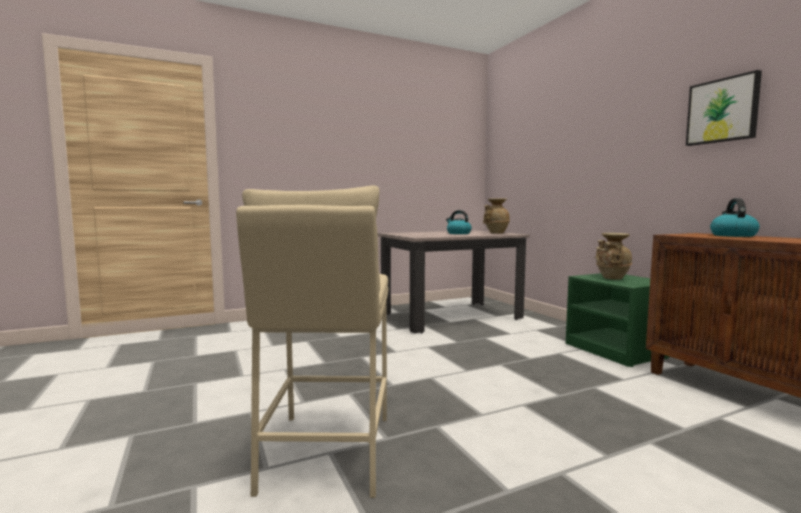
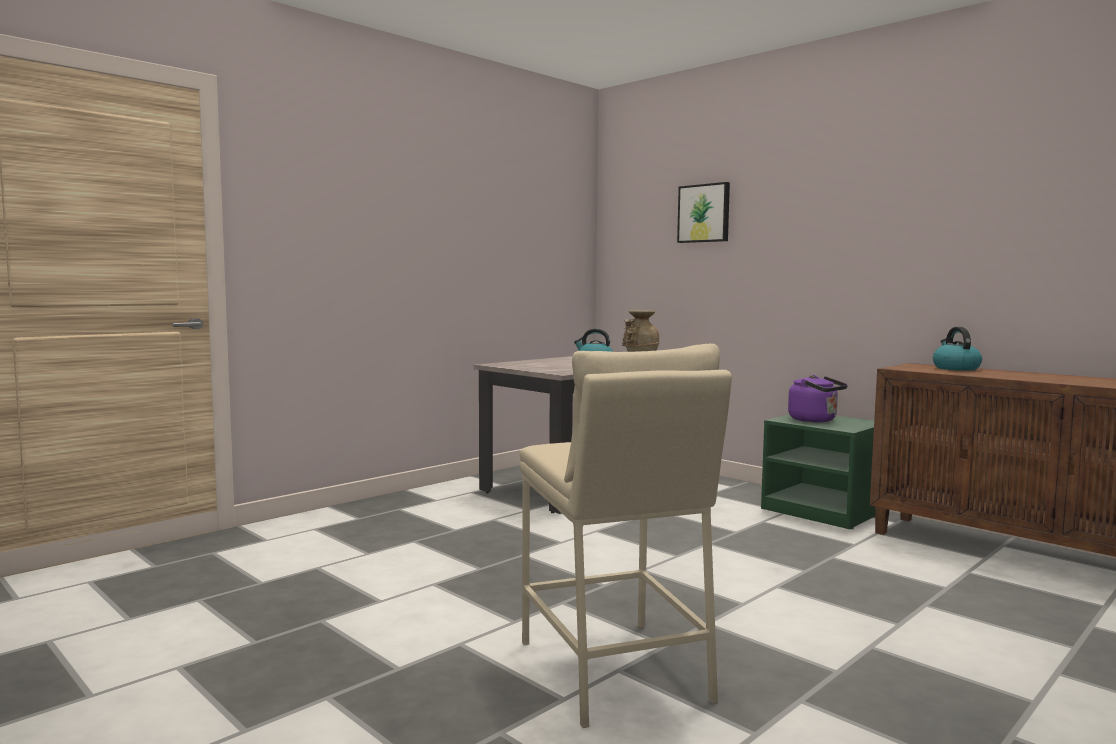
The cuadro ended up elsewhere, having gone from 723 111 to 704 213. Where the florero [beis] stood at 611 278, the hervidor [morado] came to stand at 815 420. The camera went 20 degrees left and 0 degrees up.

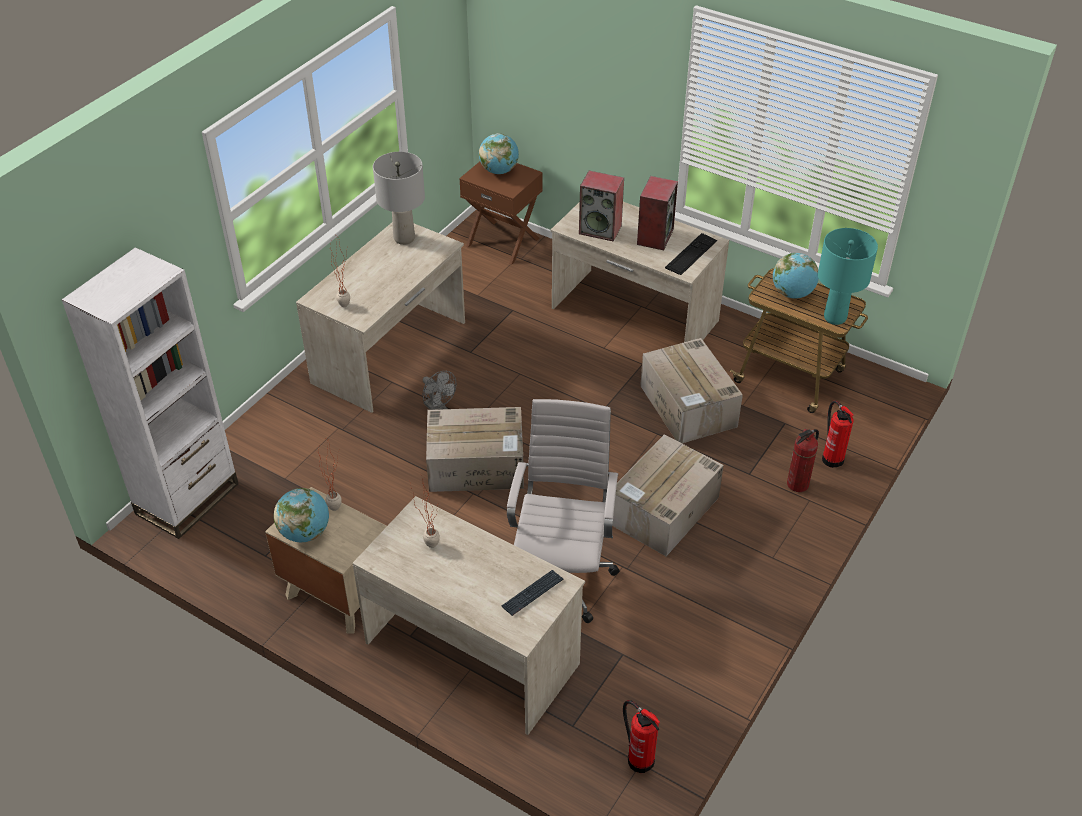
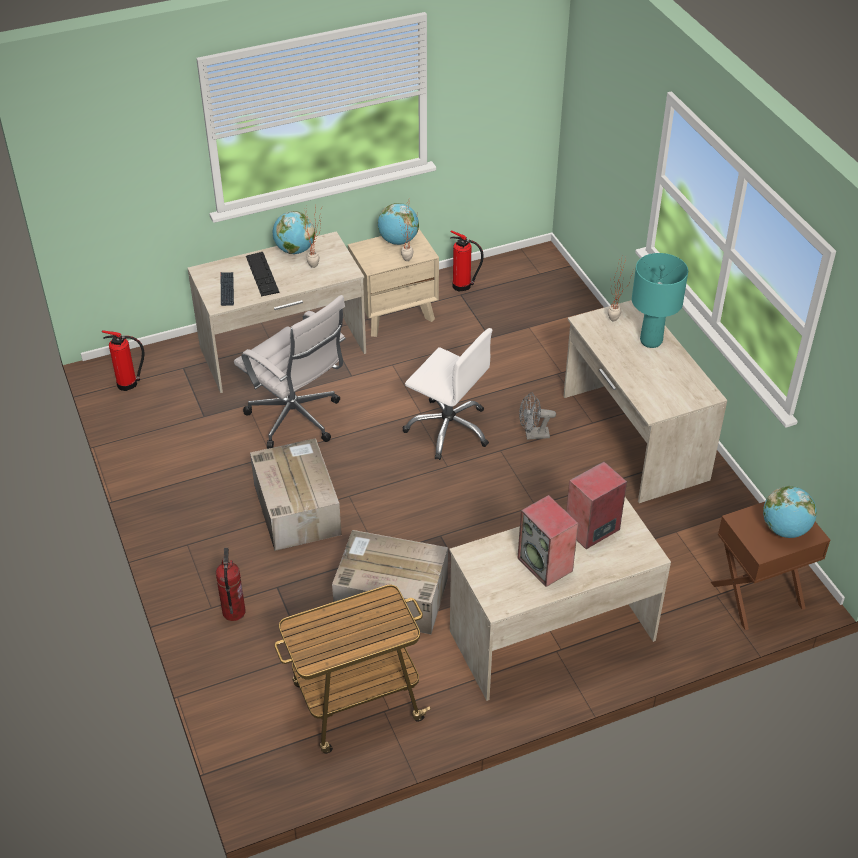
The teclado ended up elsewhere, having gone from 691 254 to 262 274. The globo terráqueo ended up elsewhere, having gone from 792 293 to 295 250. Where the caja de cartón stood at 477 464, the silla de oficina [blanco] came to stand at 448 429. The extintor ended up elsewhere, having gone from 832 458 to 463 286. The lámpara de mesa [turquesa] ended up elsewhere, having gone from 835 318 to 650 341. The second view lost the estantería [blanco] at 187 499. The second view lost the lámpara de mesa [gris] at 404 238. The camera went 125 degrees right and 0 degrees up.

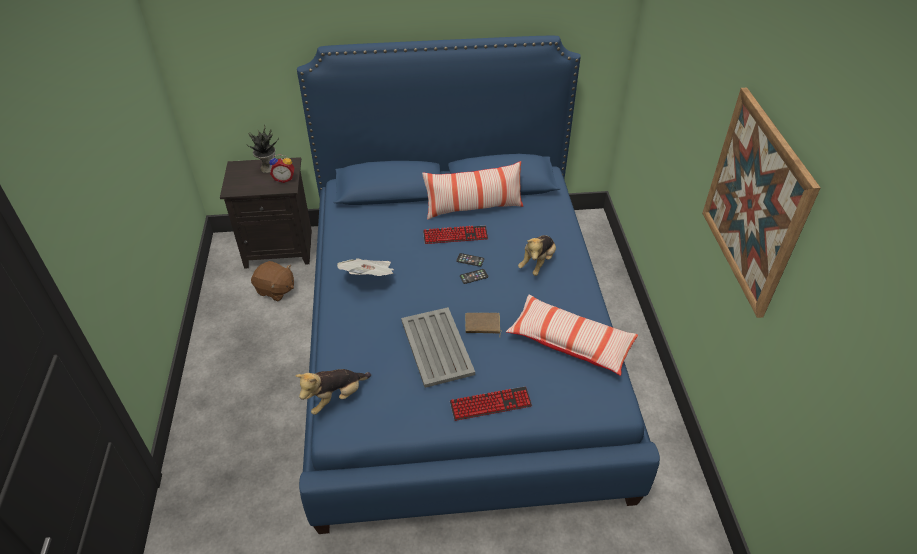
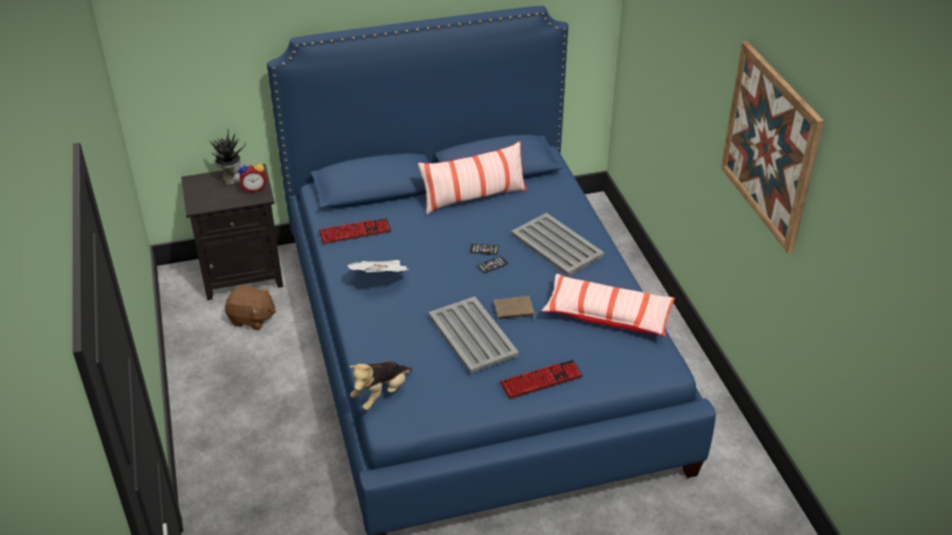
The teclado ended up elsewhere, having gone from 455 236 to 355 232. Where the peluche stood at 537 263, the bandeja [gris] came to stand at 556 244. The camera went 10 degrees left and 5 degrees down.

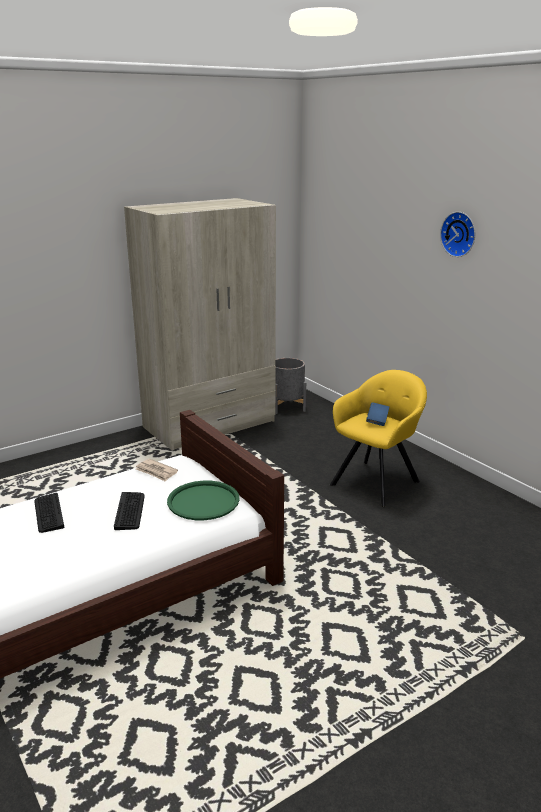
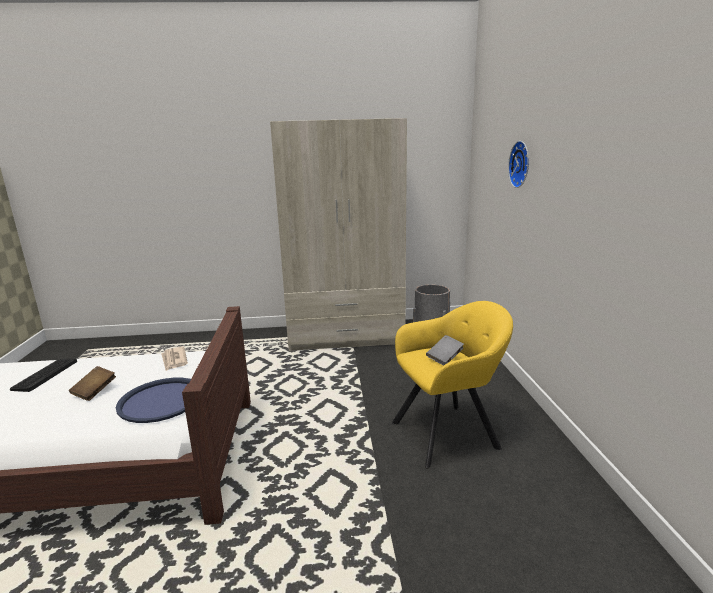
Where the teclado stood at 130 511, the libro [marrón] came to stand at 95 391. What was the bandeja [verde] at 203 501 turned into the bandeja [azul] at 161 400. What was the libro [azul] at 377 420 turned into the libro [gris] at 444 358. The reloj de pared ended up elsewhere, having gone from 460 234 to 521 164. The camera went 30 degrees right and 5 degrees down.

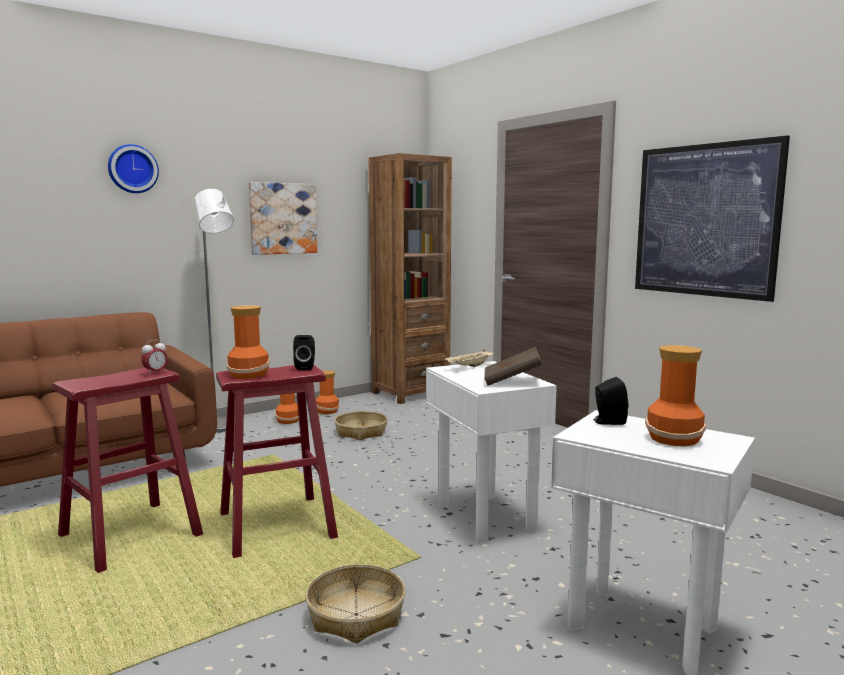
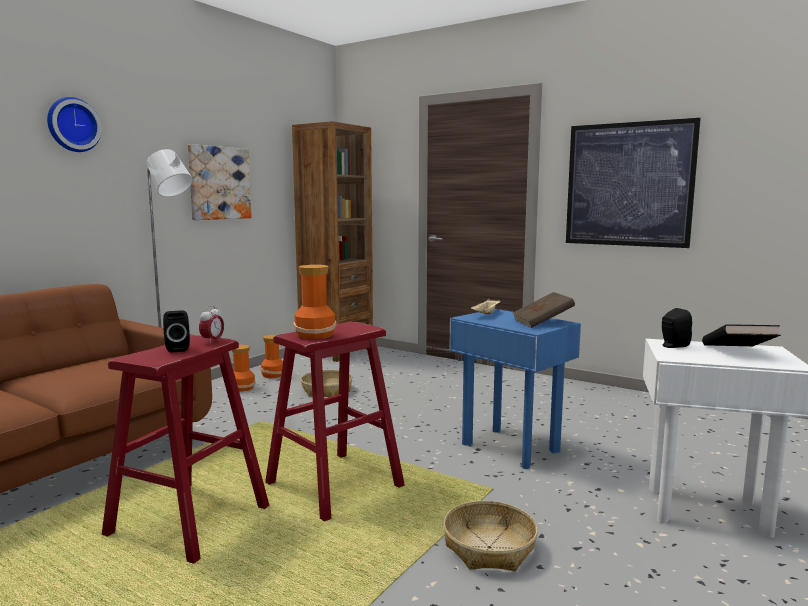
The altavoz [negro] ended up elsewhere, having gone from 306 368 to 178 349. What was the mesa auxiliar [blanco] at 485 517 turned into the mesa auxiliar [azul] at 509 447. Where the florero stood at 674 438, the libro [negro] came to stand at 737 352. The camera went 20 degrees left and 0 degrees up.

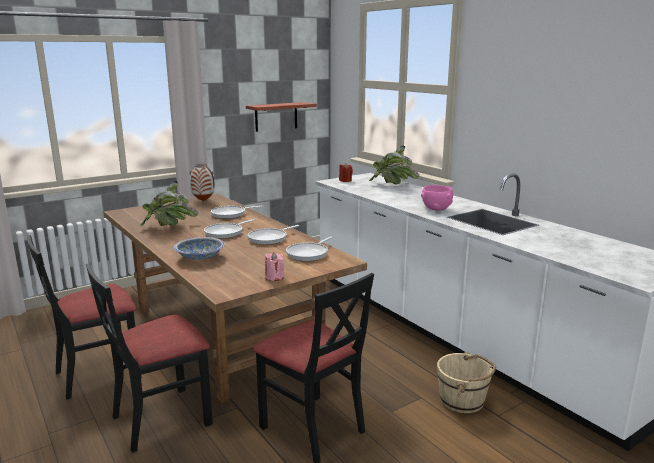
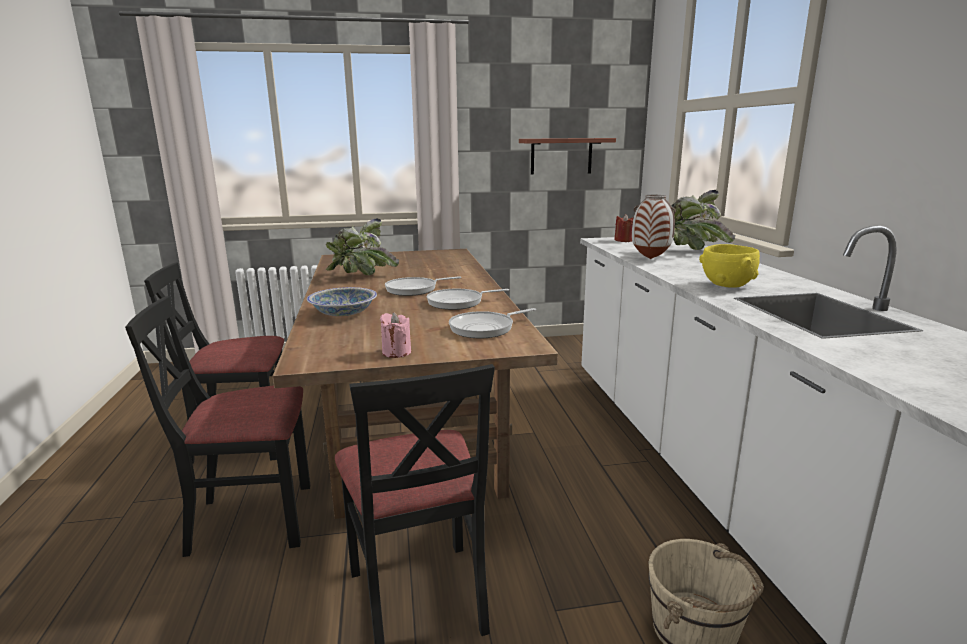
The florero ended up elsewhere, having gone from 203 200 to 651 259. What was the cuenco [rosa] at 436 209 turned into the cuenco [amarillo] at 727 285. The second view lost the sartén at 231 214. The camera went 25 degrees right and 0 degrees up.

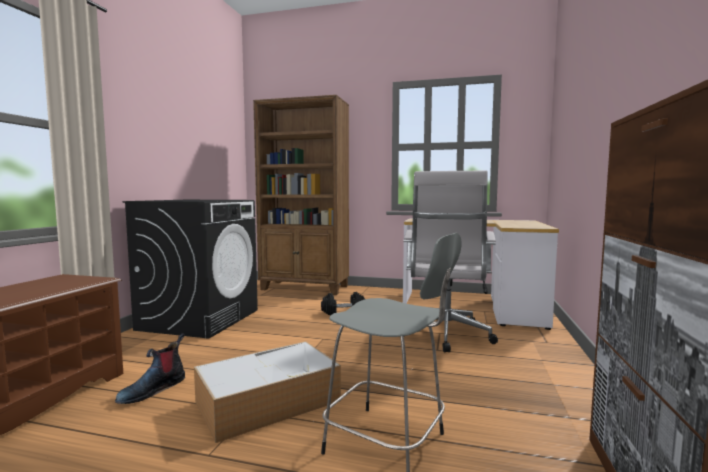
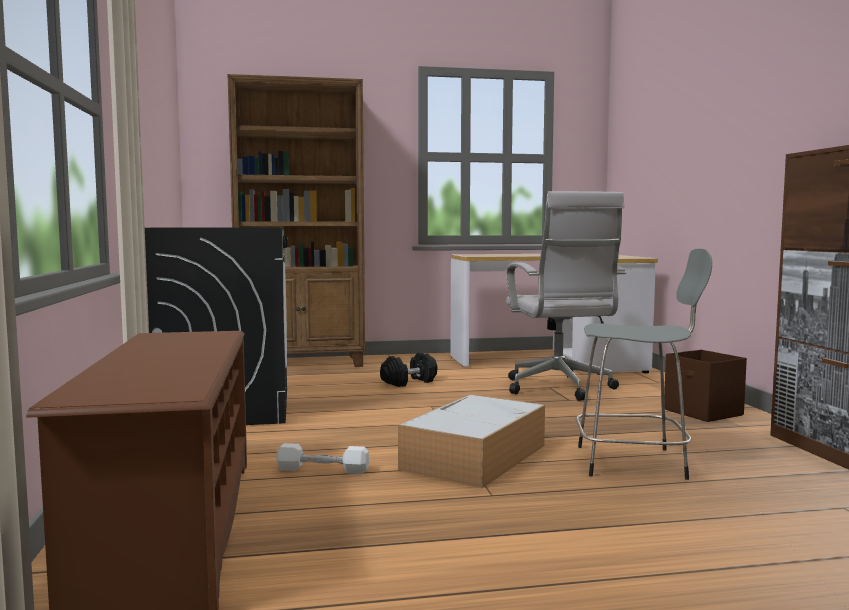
Where the bota stood at 153 390, the mancuerna [blanco] came to stand at 322 470. The second view gained the caja de almacenaje [marrón] at 703 412. The camera went 25 degrees left and 0 degrees up.

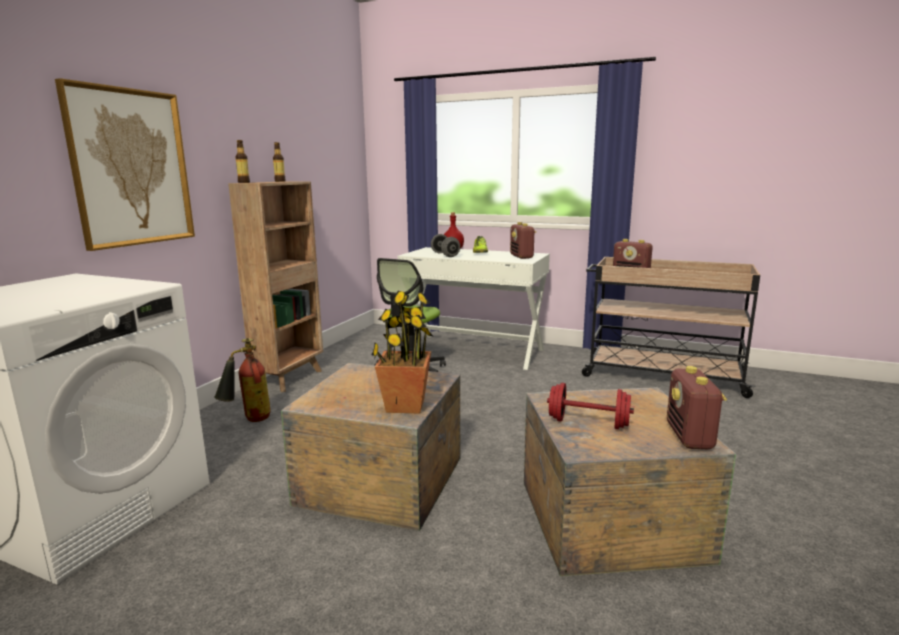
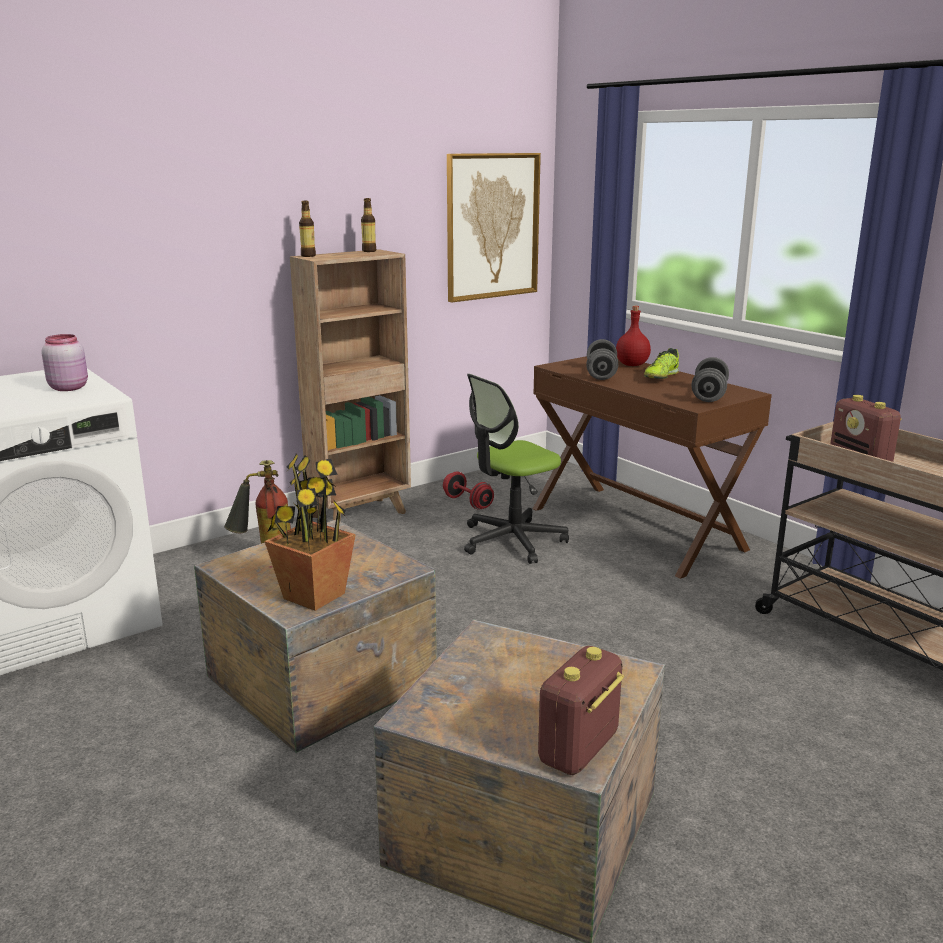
The second view gained the tarro [rosa] at 68 387. The mancuerna [rojo] ended up elsewhere, having gone from 588 423 to 468 503. The cuadro ended up elsewhere, having gone from 131 168 to 492 226. What was the escritorio [blanco] at 474 351 turned into the escritorio [marrón] at 636 528. Where the radio stood at 521 257, the mancuerna [gris] came to stand at 709 395. The camera went 30 degrees right and 5 degrees up.

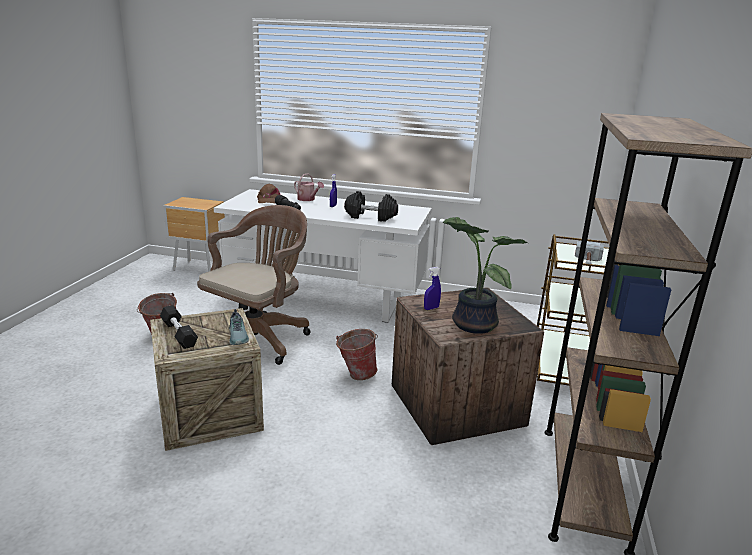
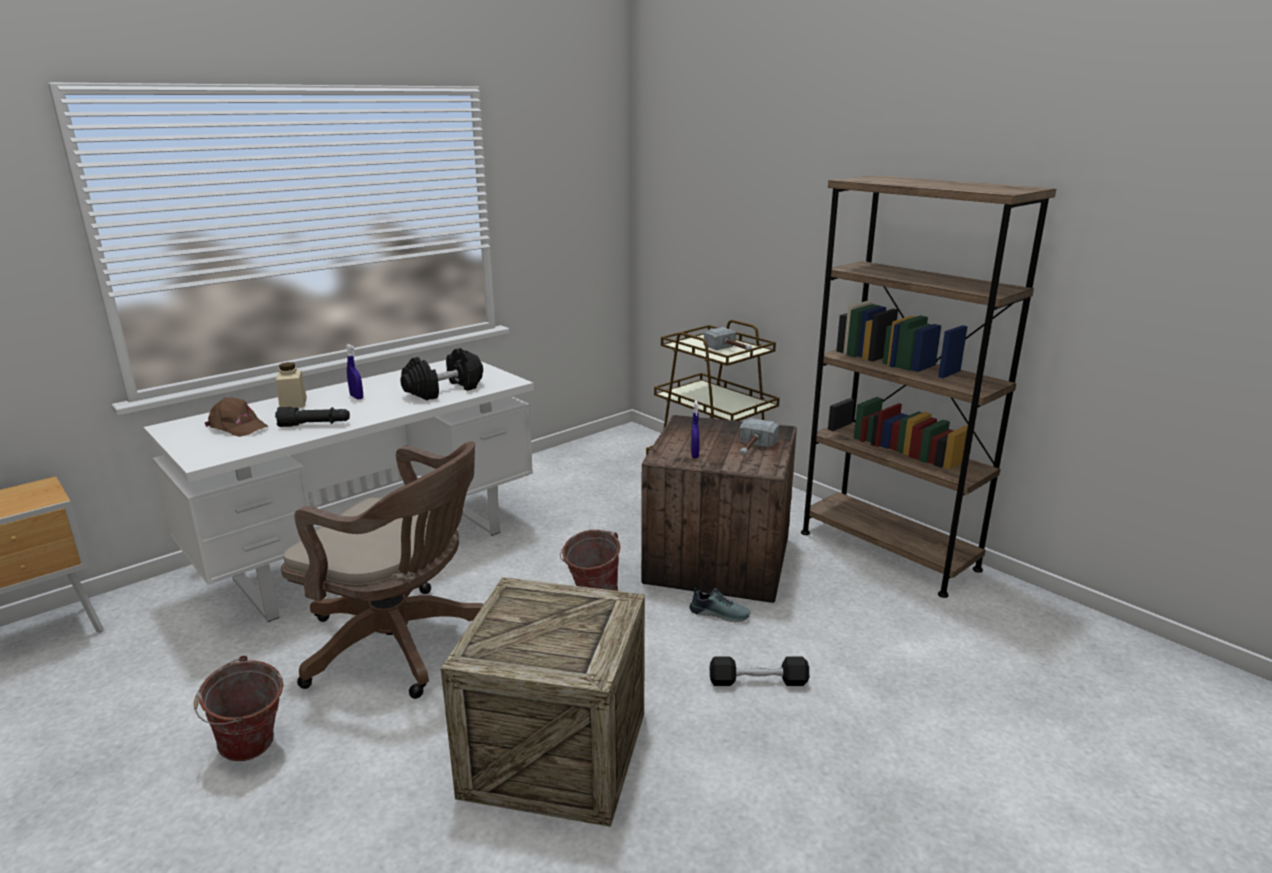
Where the regadera stood at 308 199, the tarro [beis] came to stand at 293 403. The silla de oficina [marrón] at 259 338 ended up facing another way, 135 degrees clockwise from before. The zapato ended up elsewhere, having gone from 239 336 to 719 613. The mancuerna [negro] ended up elsewhere, having gone from 179 334 to 758 681. Where the planta en maceta stood at 471 324, the martillo came to stand at 752 449. The camera went 55 degrees left and 0 degrees up.

